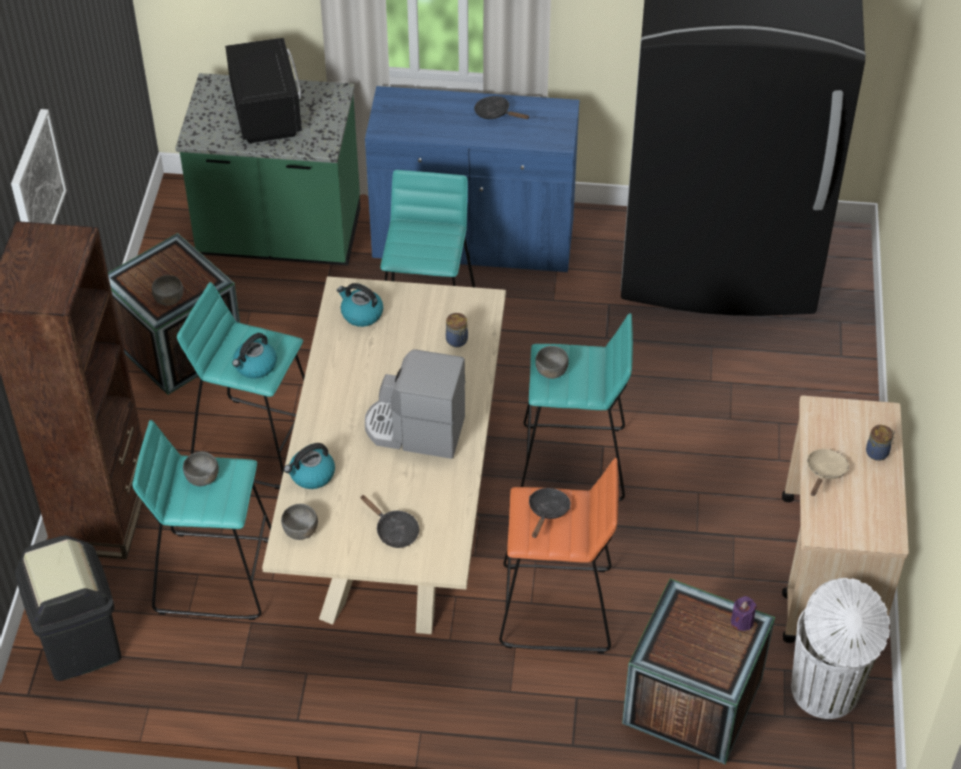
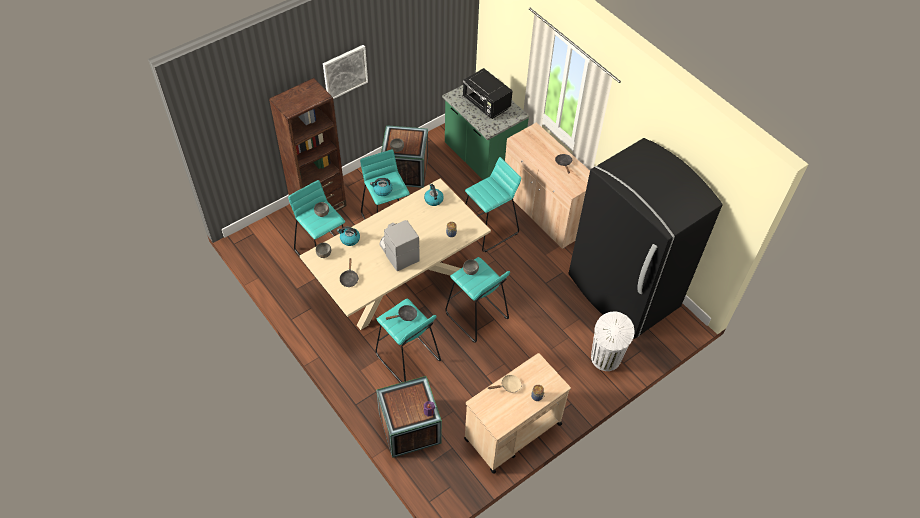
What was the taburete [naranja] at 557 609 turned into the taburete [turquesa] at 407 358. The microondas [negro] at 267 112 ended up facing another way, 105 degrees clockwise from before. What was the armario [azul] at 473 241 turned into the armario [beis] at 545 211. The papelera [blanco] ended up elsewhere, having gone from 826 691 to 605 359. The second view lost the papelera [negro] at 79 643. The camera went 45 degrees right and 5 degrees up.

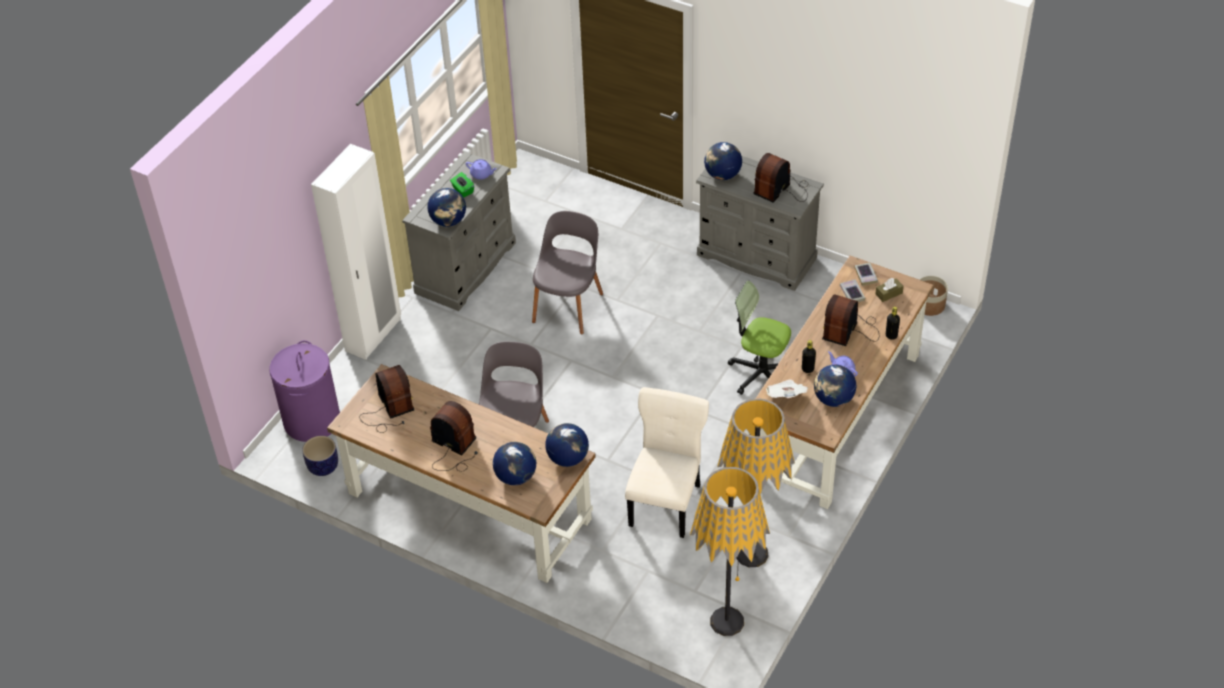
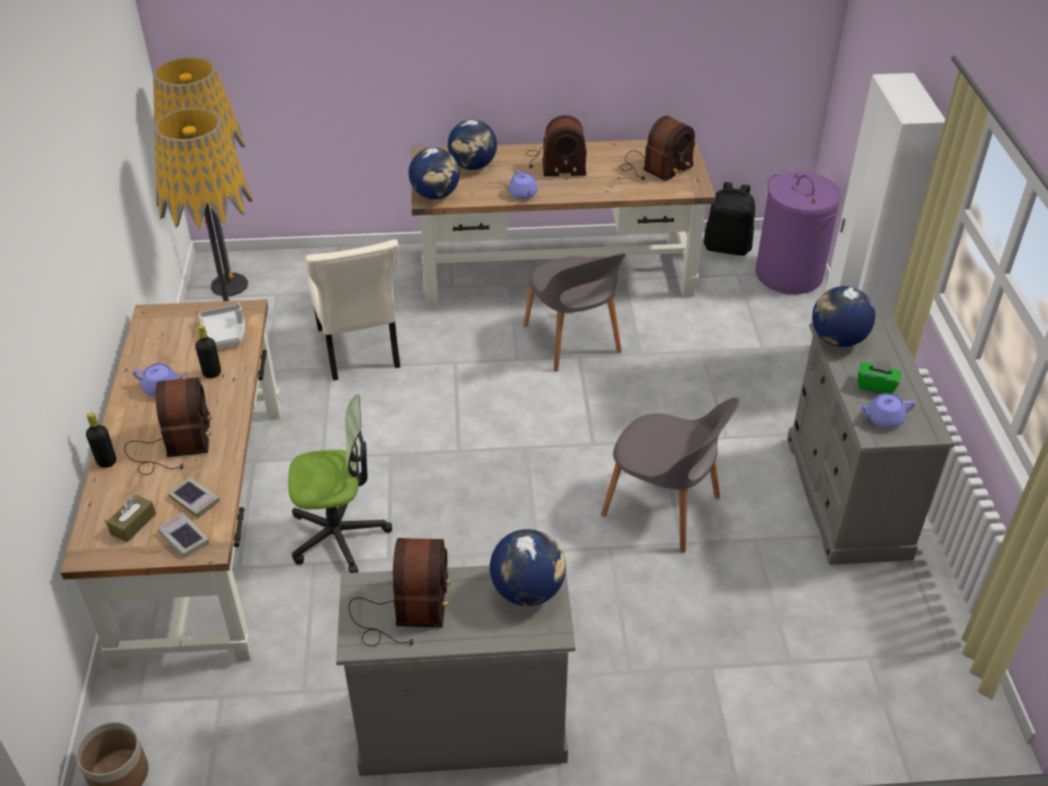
Where the periódico stood at 786 396, the bandeja [gris] came to stand at 225 333. The second view gained the tetera [morado] at 523 194. The silla [gris] at 568 306 ended up facing another way, 45 degrees counterclockwise from before. The radio at 389 410 ended up facing another way, 75 degrees counterclockwise from before. Where the maceta stood at 322 467, the mochila [negro] came to stand at 727 247. The second view lost the globo terráqueo at 833 399. The camera went 145 degrees right and 5 degrees down.

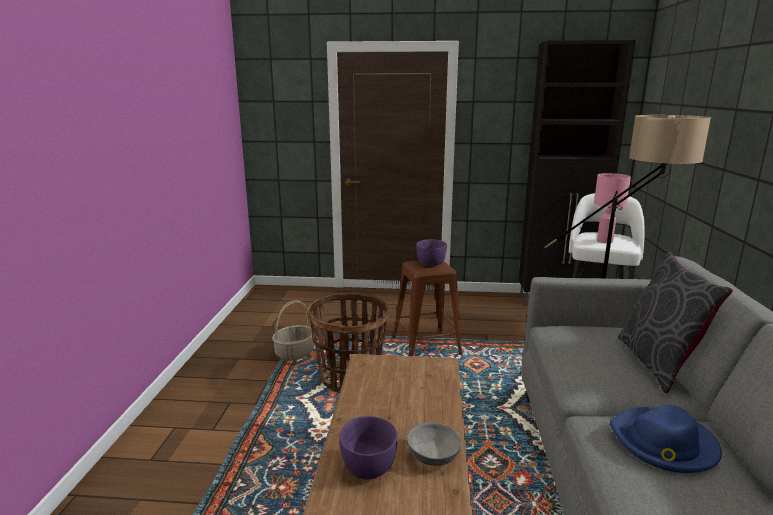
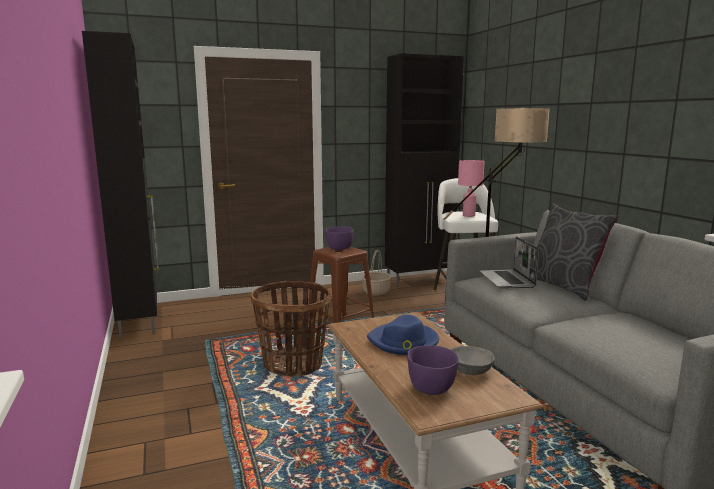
The second view gained the armario [negro] at 139 321. The cesta ended up elsewhere, having gone from 295 353 to 376 291. The sombrero [azul] ended up elsewhere, having gone from 663 443 to 404 342. The second view gained the portátil at 507 280. The camera went 25 degrees left and 5 degrees down.

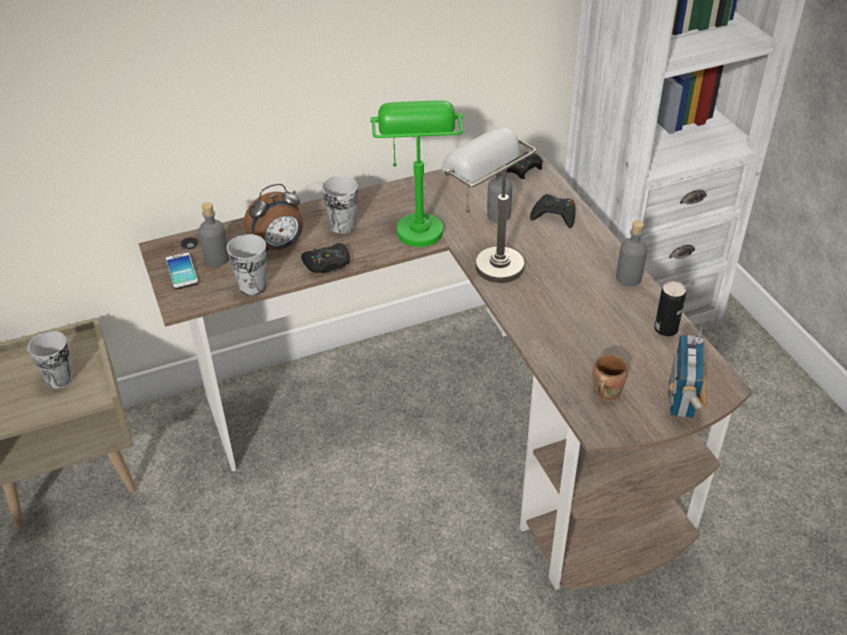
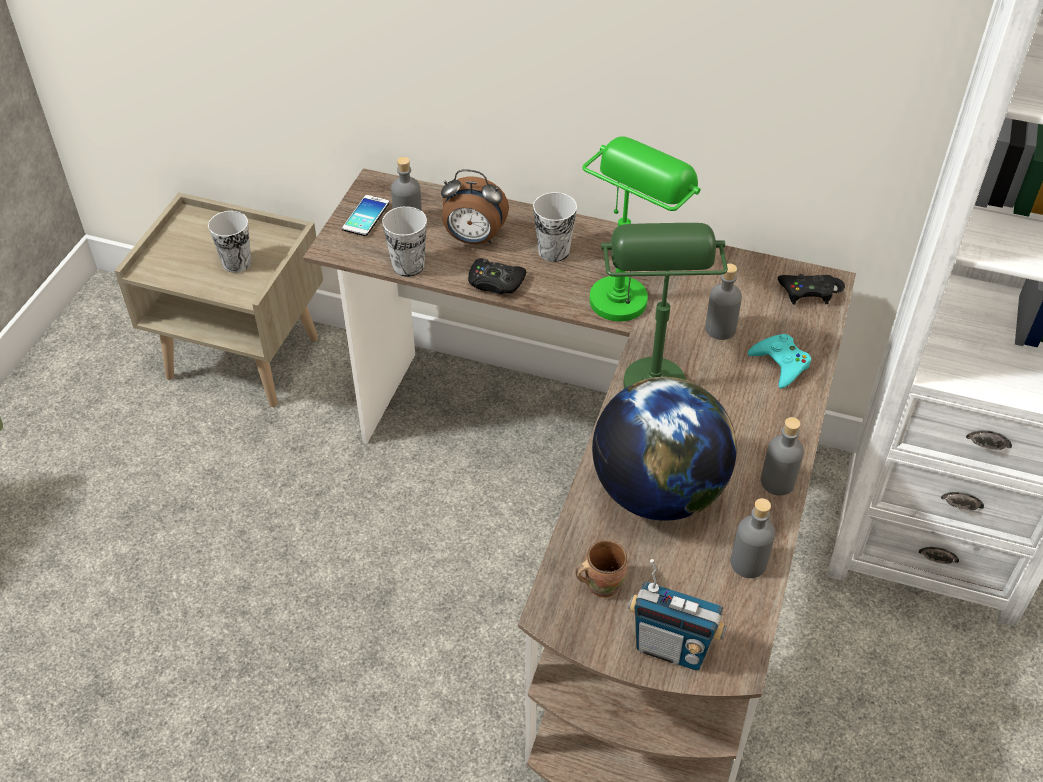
The second view gained the globo terráqueo at 658 492. What was the lámpara de mesa [gris] at 486 260 turned into the lámpara de mesa [verde] at 649 369. The radio at 682 400 ended up facing another way, 120 degrees counterclockwise from before. Where the lata stood at 665 329, the botella [gris] came to stand at 748 563. What was the mando de consola [negro] at 554 215 turned into the mando de consola [turquesa] at 780 364. The camera went 40 degrees right and 5 degrees up.

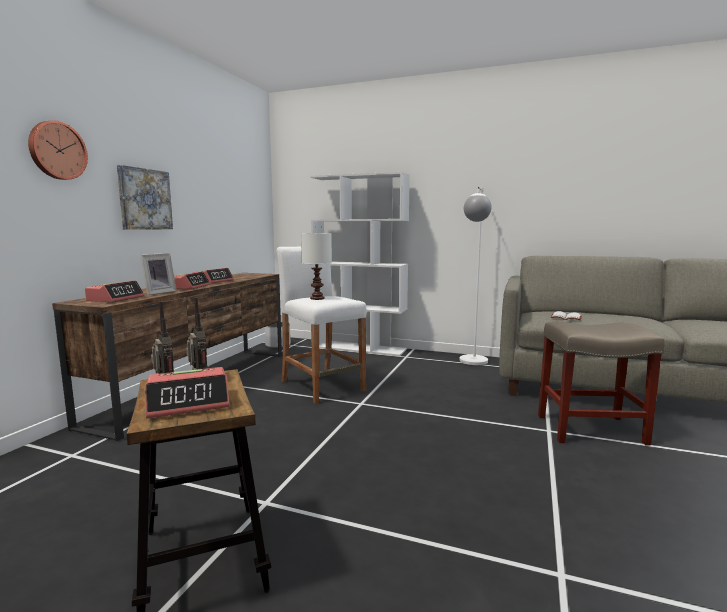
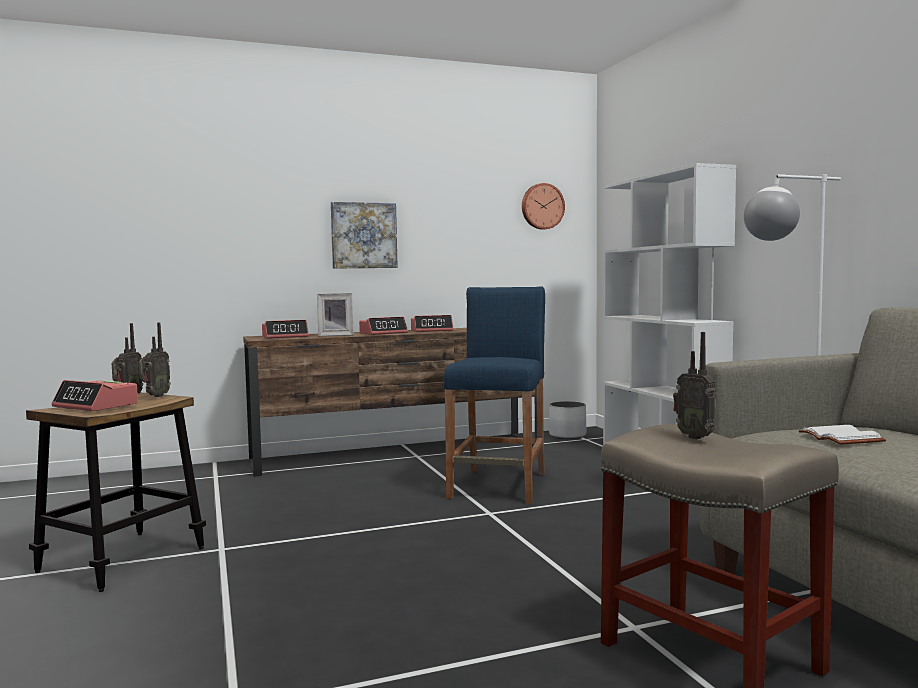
What was the taburete [blanco] at 322 386 turned into the taburete [azul] at 499 485. The reloj de pared ended up elsewhere, having gone from 57 150 to 542 206. The second view gained the radio at 695 437. The second view lost the lámpara de mesa [blanco] at 317 298. The camera went 50 degrees right and 5 degrees down.

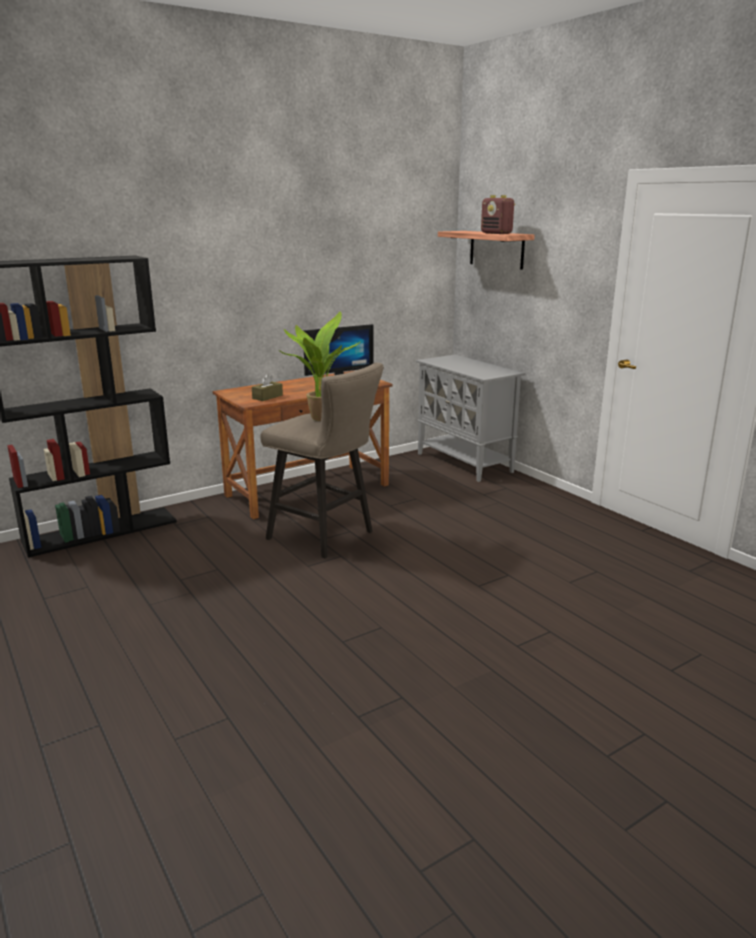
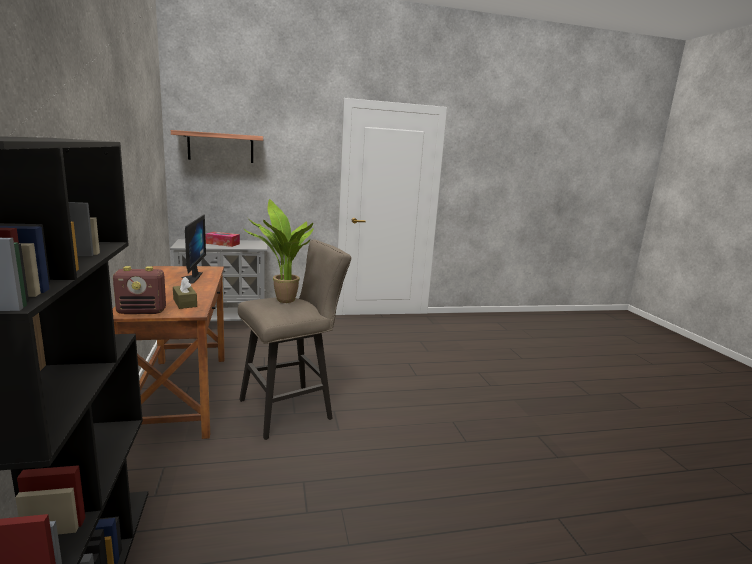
The radio ended up elsewhere, having gone from 496 233 to 142 311. The second view gained the caja de pañuelos at 222 243. The camera went 70 degrees left and 5 degrees down.

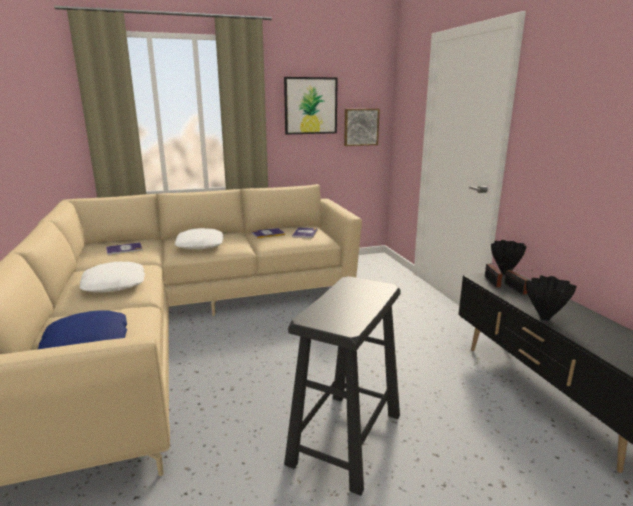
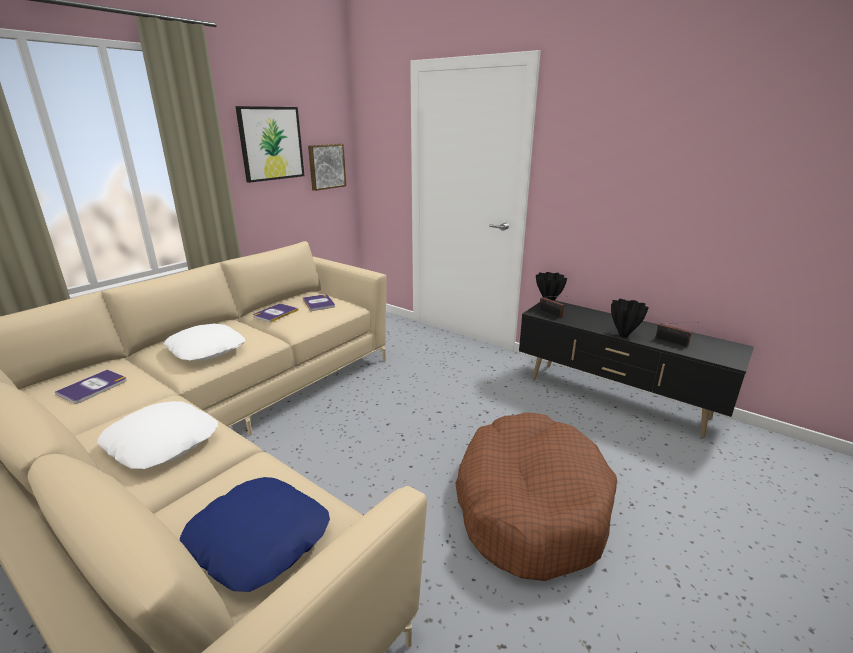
Where the taburete [negro] stood at 345 439, the cama para perro [marrón] came to stand at 529 505. The radio ended up elsewhere, having gone from 515 289 to 673 342. The camera went 35 degrees left and 5 degrees up.

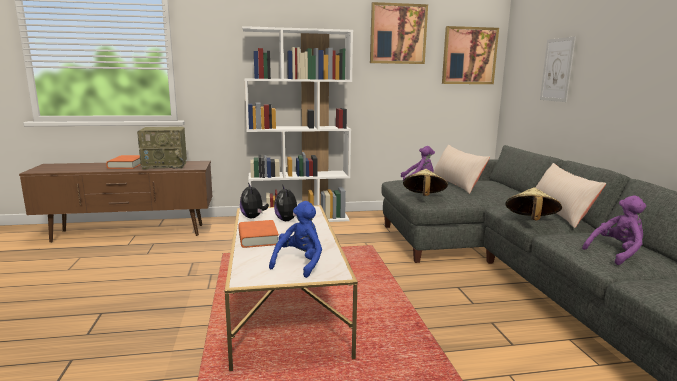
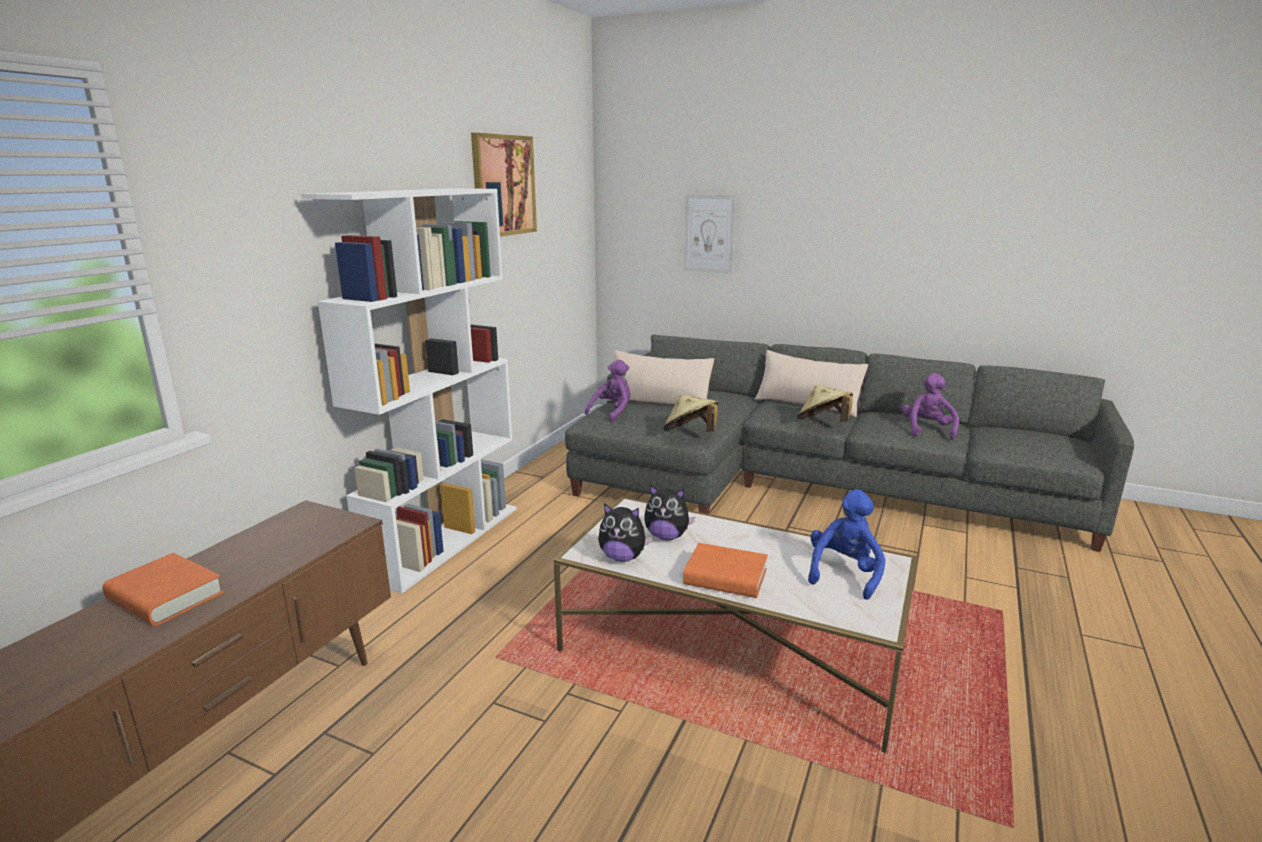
The peluche [azul] at 299 263 ended up facing another way, 60 degrees clockwise from before. The second view lost the radio at 166 165. The second view lost the cuadro at 469 56. The camera went 55 degrees left and 5 degrees up.

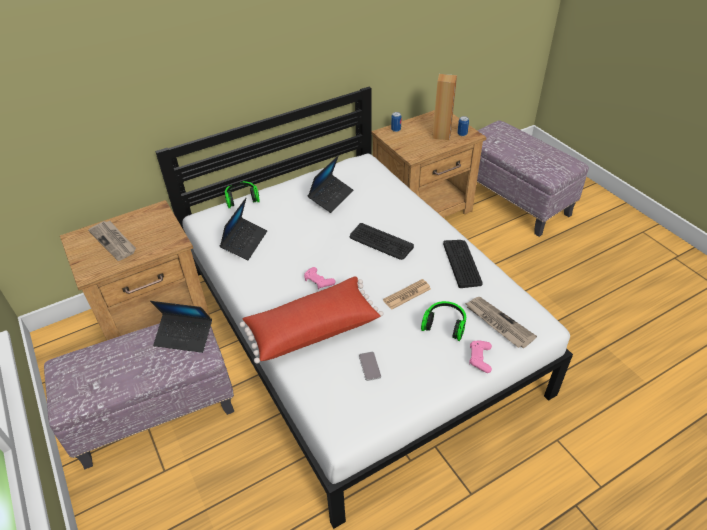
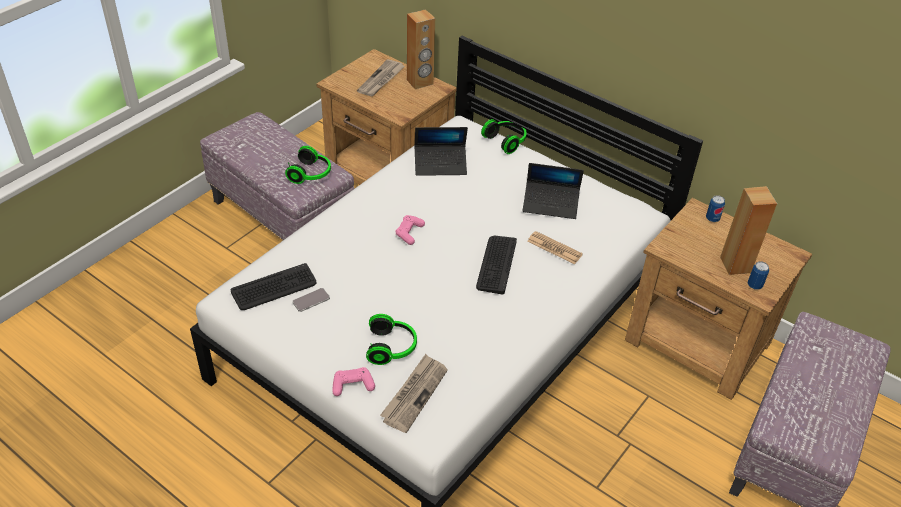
The teclado ended up elsewhere, having gone from 462 263 to 274 288. Where the portátil stood at 184 336, the auriculares came to stand at 311 174. The second view gained the altavoz [marrón] at 420 82. The periódico ended up elsewhere, having gone from 407 294 to 554 248. The second view lost the cojín [rojo] at 312 328. The camera went 65 degrees right and 0 degrees up.

